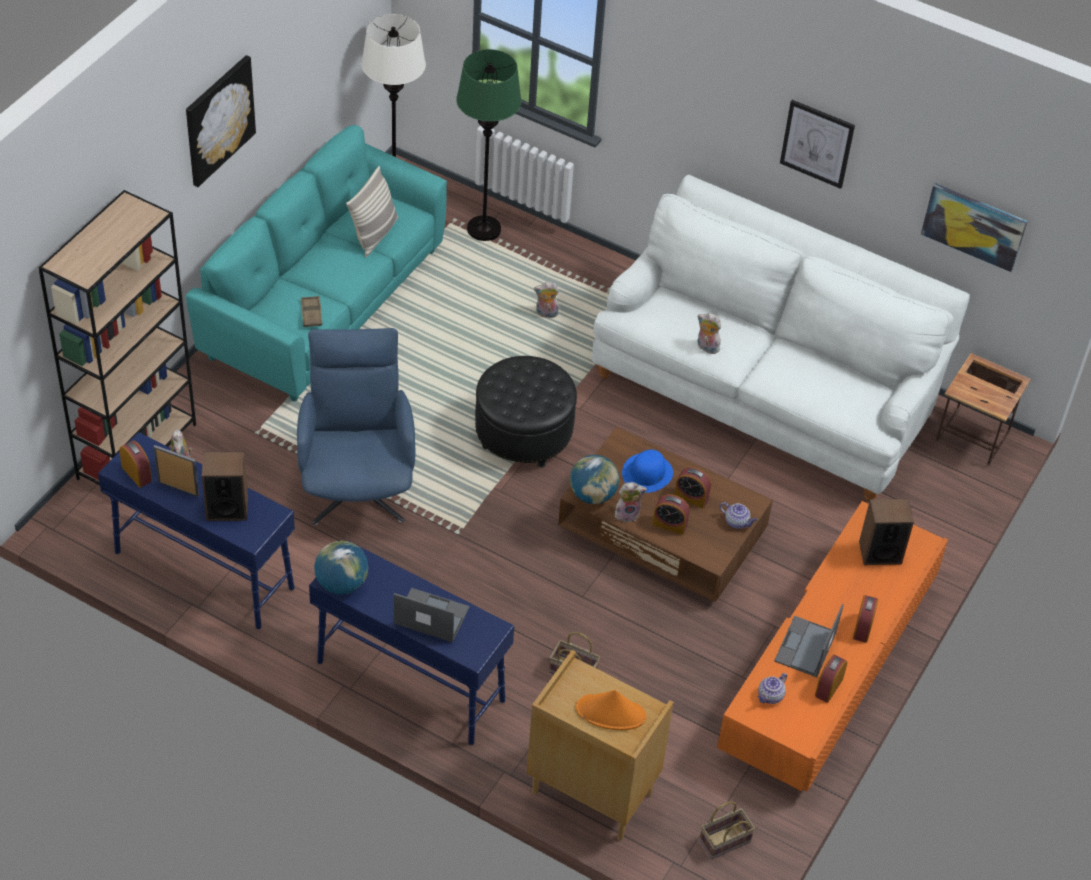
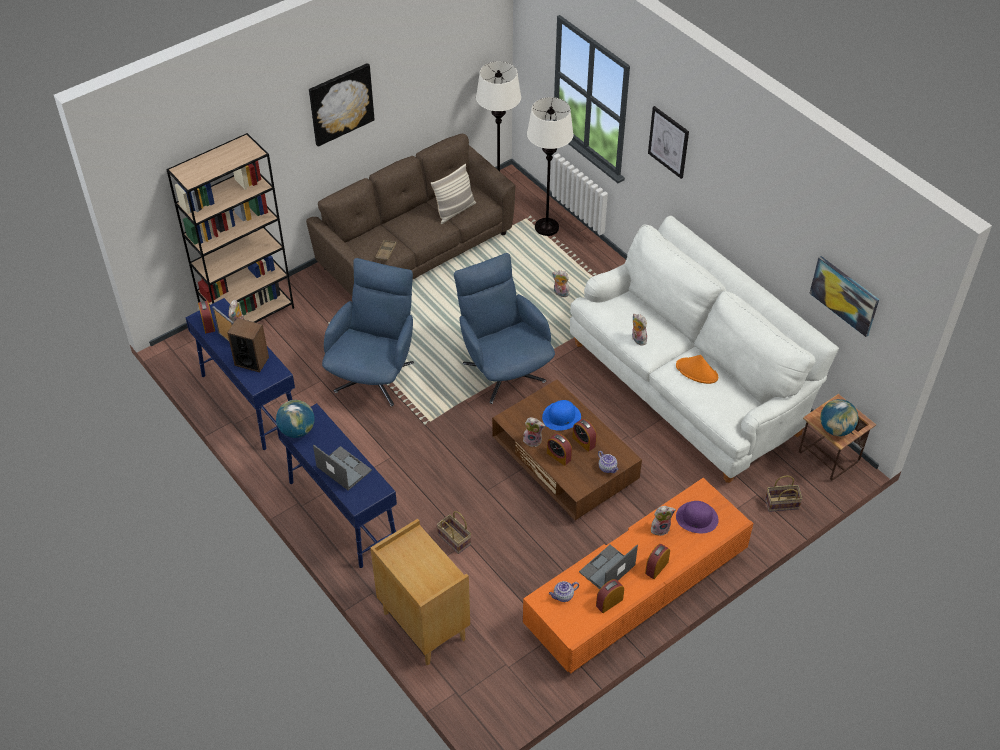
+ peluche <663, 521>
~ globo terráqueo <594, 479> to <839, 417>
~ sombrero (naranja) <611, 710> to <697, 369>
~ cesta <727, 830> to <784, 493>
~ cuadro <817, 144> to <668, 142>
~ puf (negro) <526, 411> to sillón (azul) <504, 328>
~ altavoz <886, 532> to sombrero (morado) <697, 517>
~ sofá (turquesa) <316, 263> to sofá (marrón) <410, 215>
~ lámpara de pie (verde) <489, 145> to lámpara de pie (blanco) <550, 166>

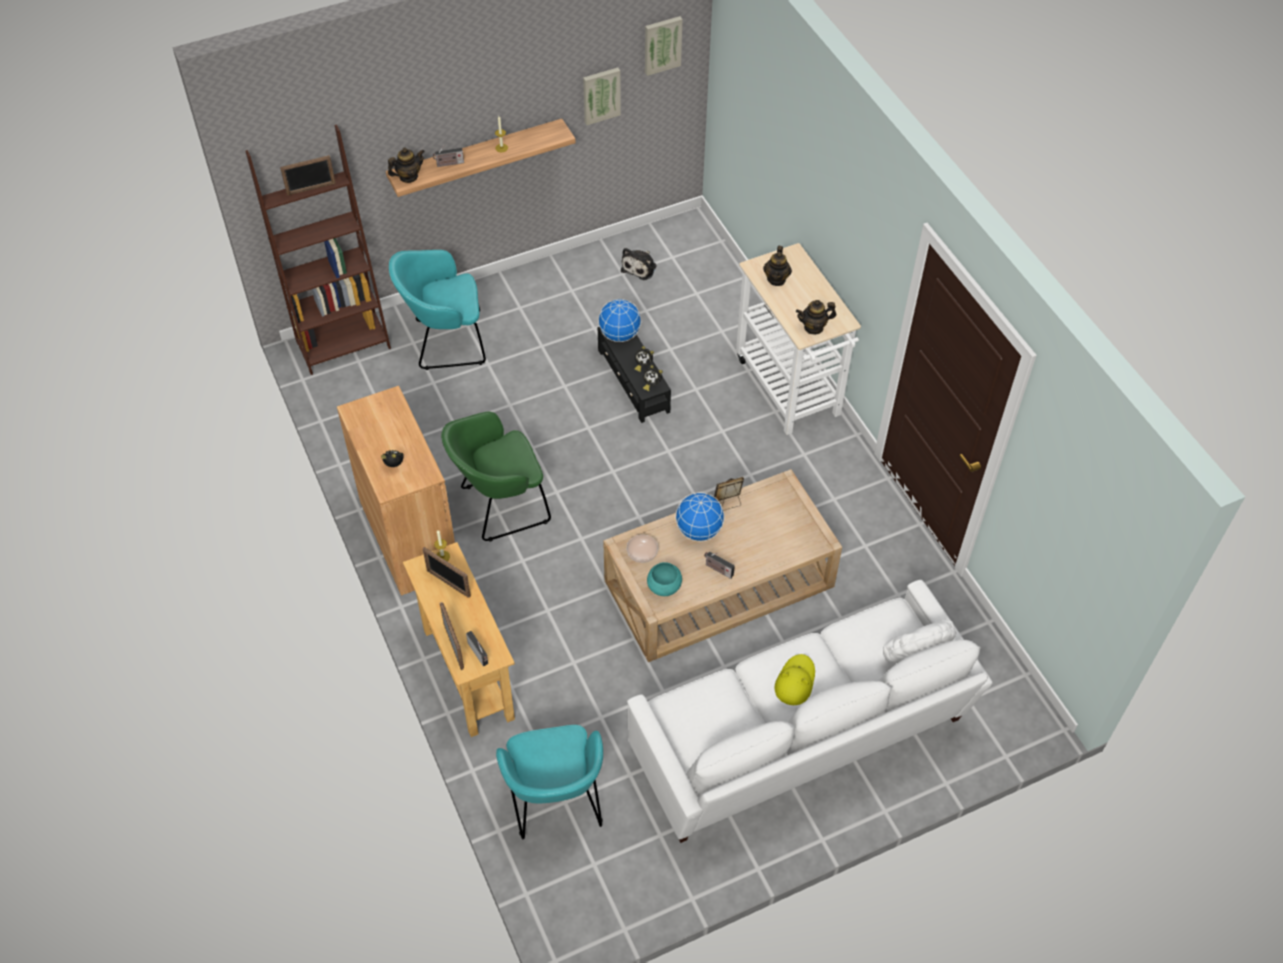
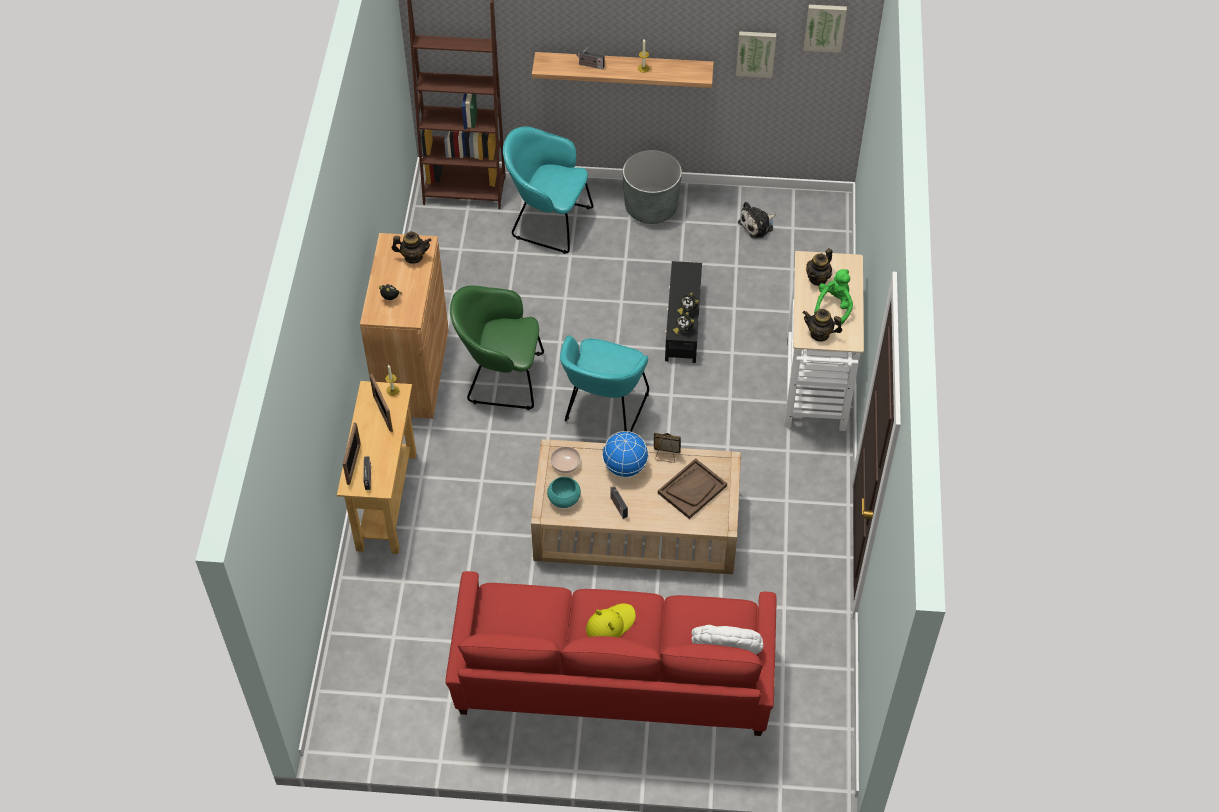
- portarretratos <308, 175>
- globo terráqueo <619, 320>
+ maceta (gris) <652, 187>
+ bandeja (marrón) <692, 488>
+ peluche (verde) <833, 297>
~ tetera <406, 165> to <412, 247>
~ sillón (turquesa) <549, 782> to <604, 384>
~ sofá (blanco) <810, 711> to sofá (rojo) <610, 653>

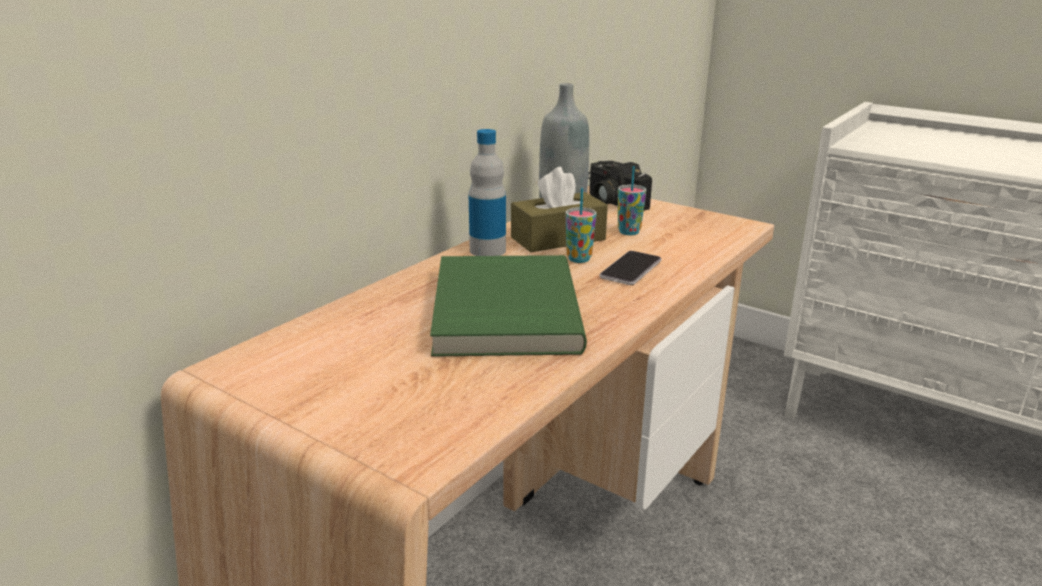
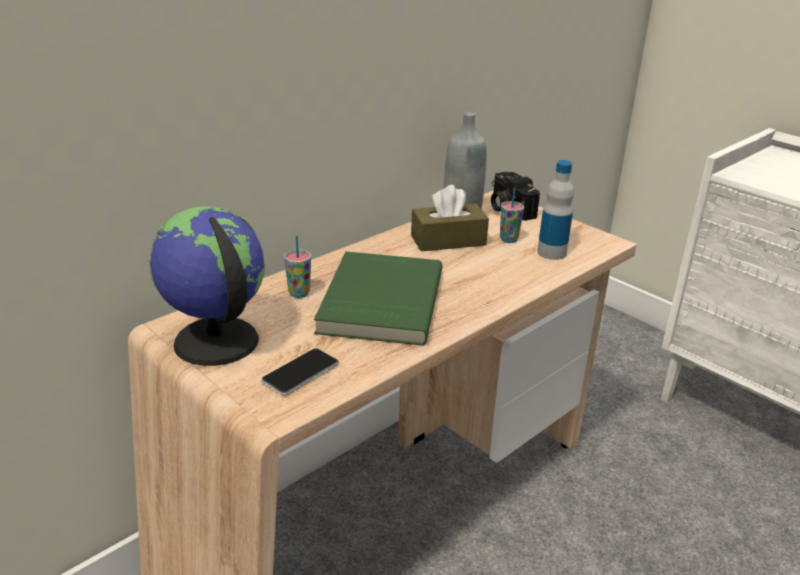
+ globo terráqueo <207, 286>
~ botella <487, 192> to <555, 210>
~ taza <581, 225> to <297, 267>
~ móvil <630, 268> to <300, 372>

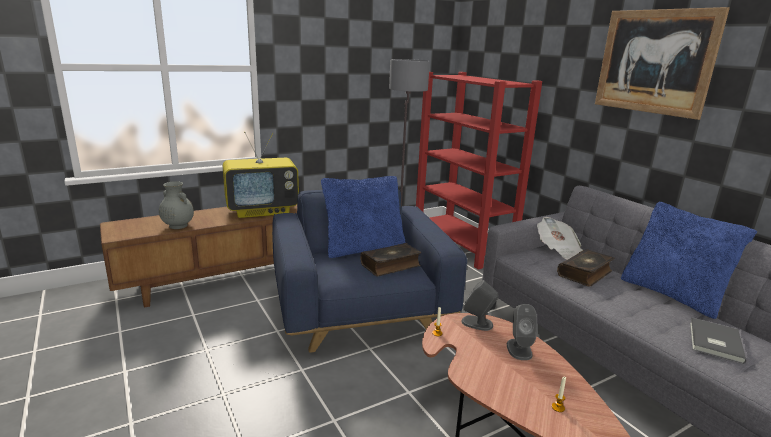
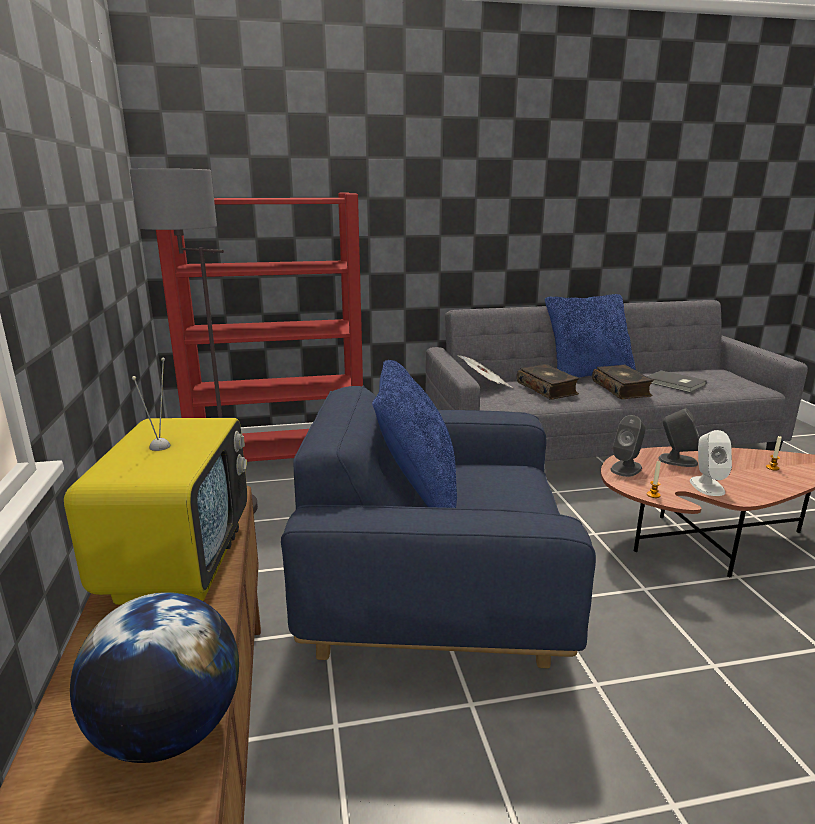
- cuadro <662, 63>
+ altavoz (blanco) <711, 463>
~ libro <390, 259> to <623, 382>
~ florero (gris) <176, 205> to globo terráqueo <154, 677>

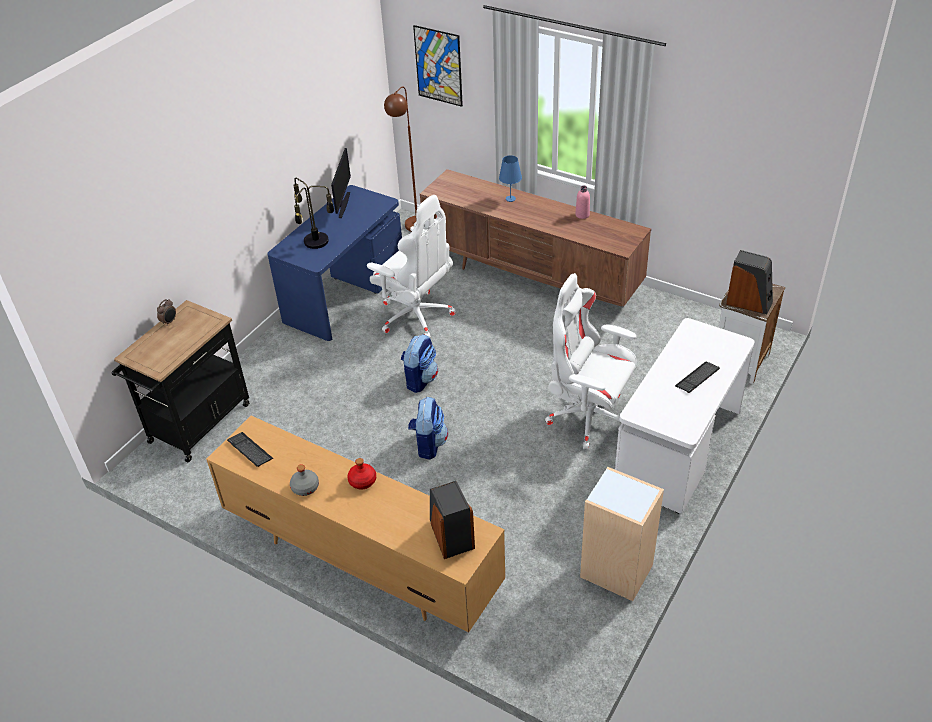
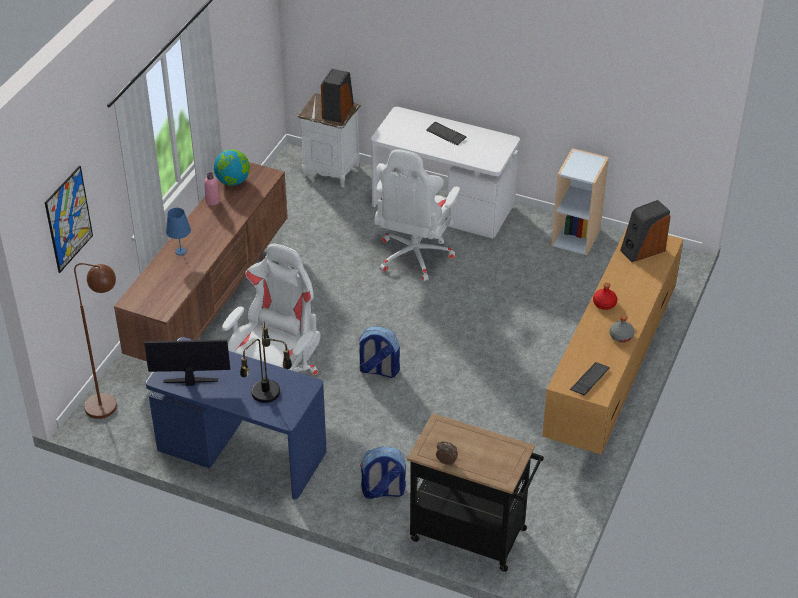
+ globo terráqueo <232, 167>
~ mochila <428, 428> to <383, 473>

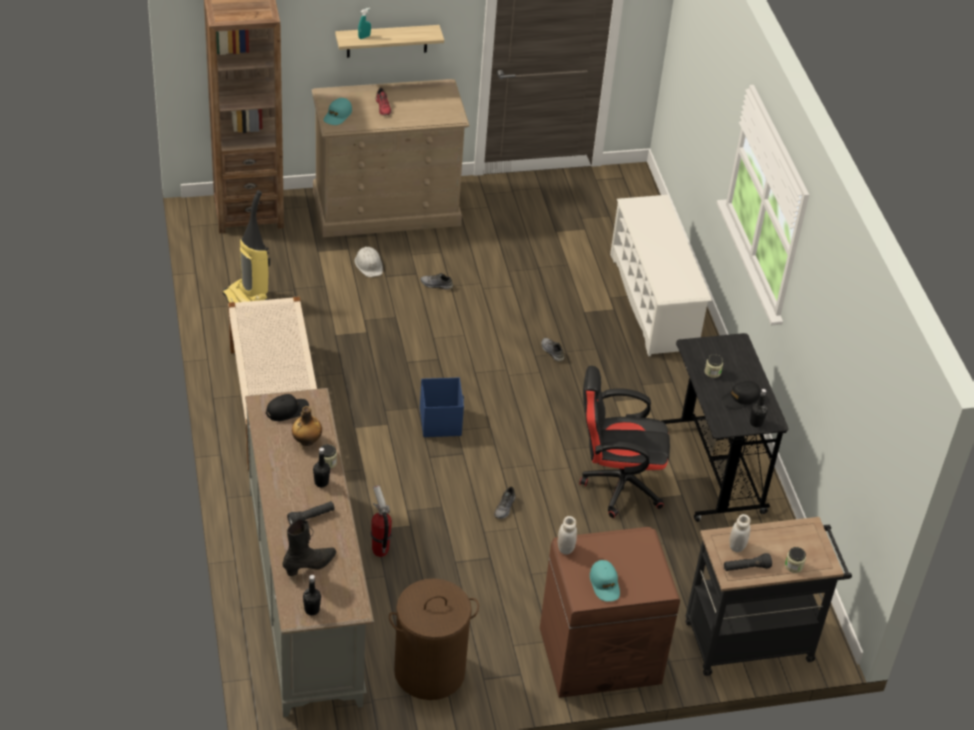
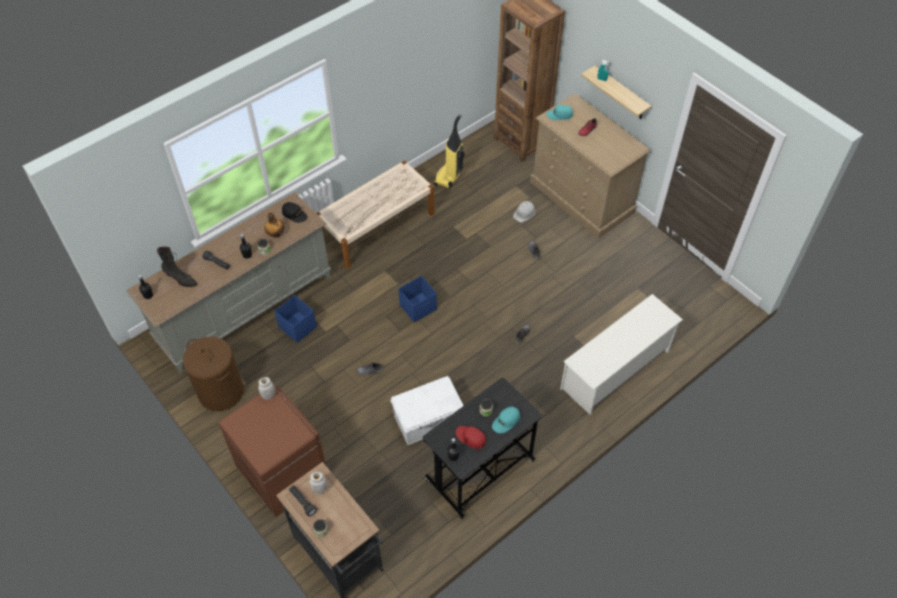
~ gorra (turquesa) <605, 581> to <506, 419>
~ extintor <381, 521> to caja de almacenaje (azul) <295, 319>
~ silla de oficina (negro) <624, 442> to caja de almacenaje (blanco) <427, 410>
~ gorra (negro) <740, 395> to gorra (rojo) <471, 437>

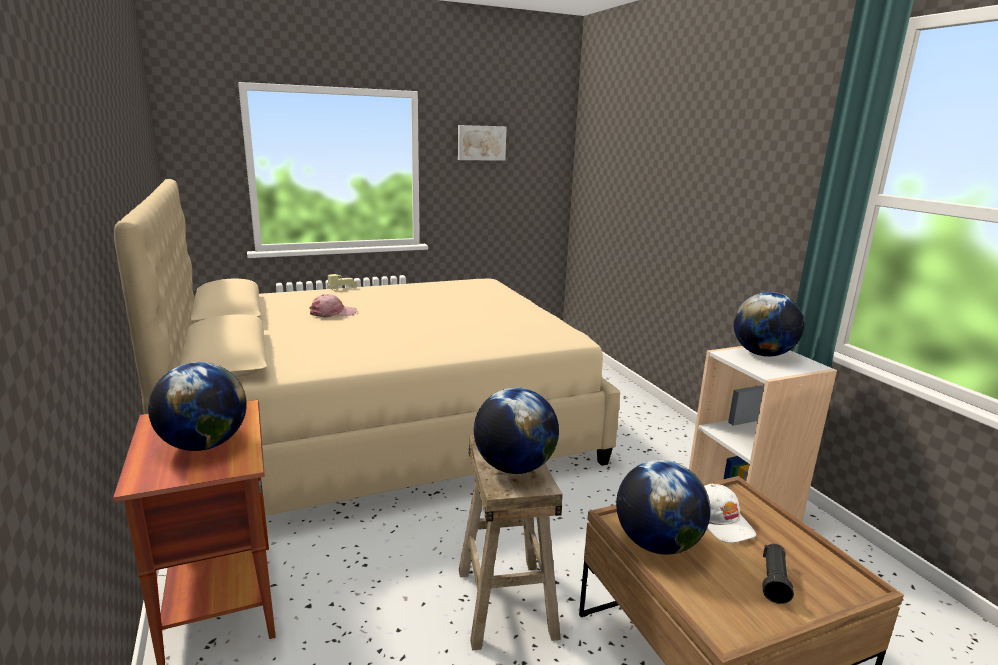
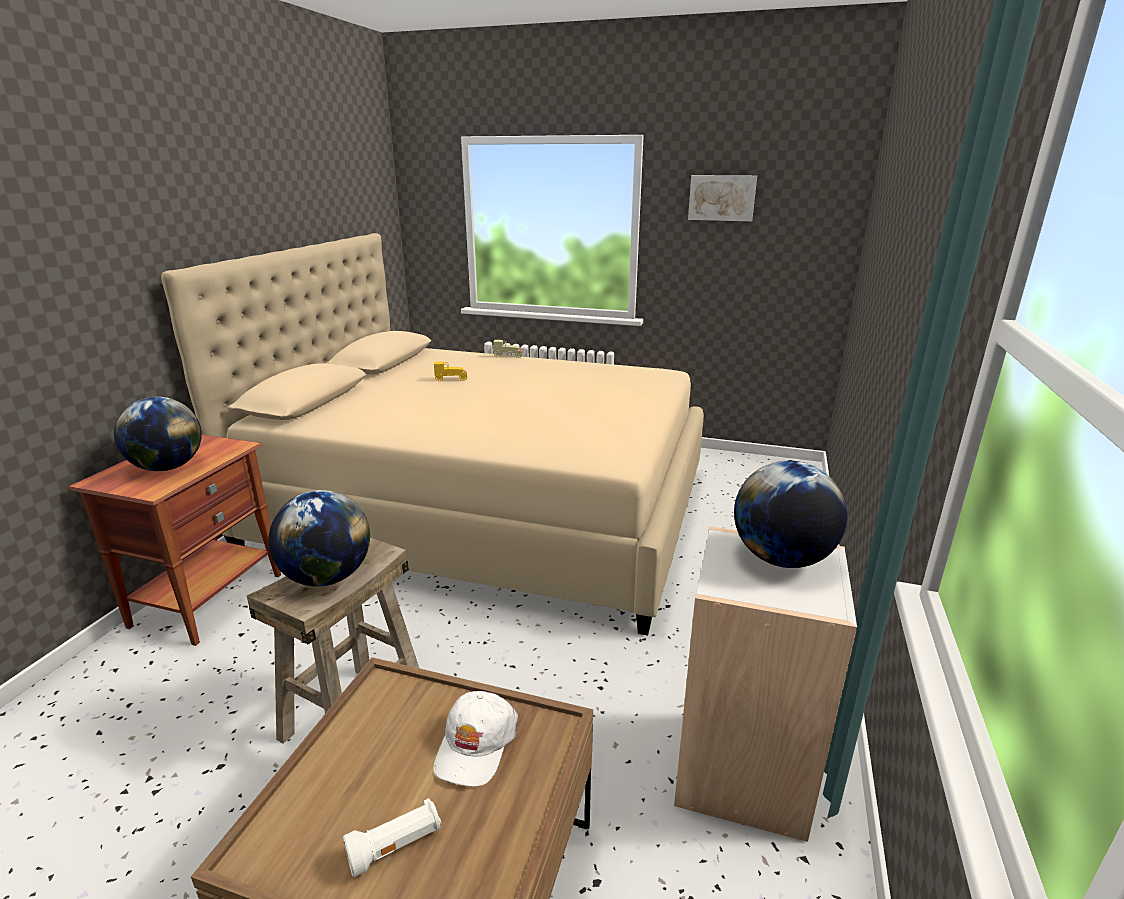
- globo terráqueo <663, 507>
~ gorra (rosa) <333, 306> to coche de juguete (amarillo) <450, 371>
~ linterna (negro) <778, 574> to linterna (blanco) <392, 837>

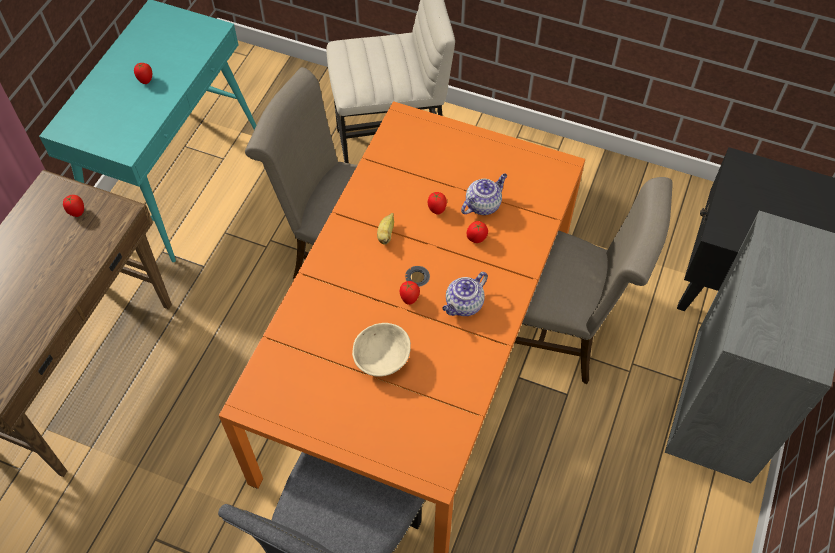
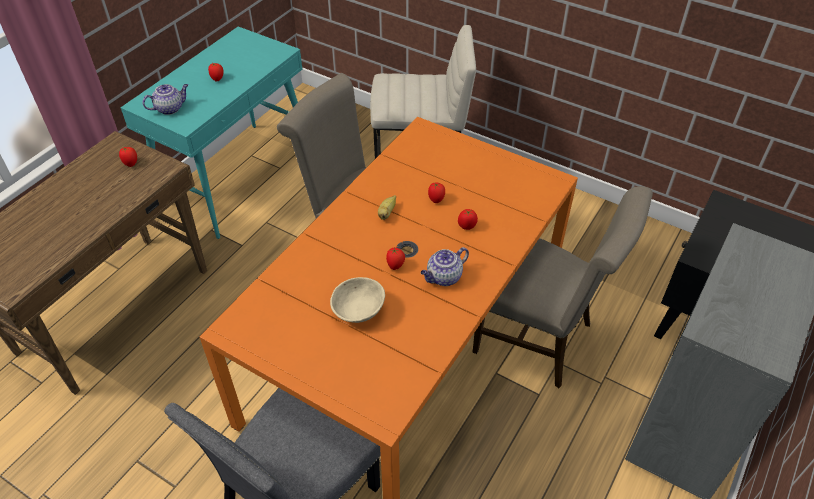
~ tetera <484, 194> to <165, 99>

